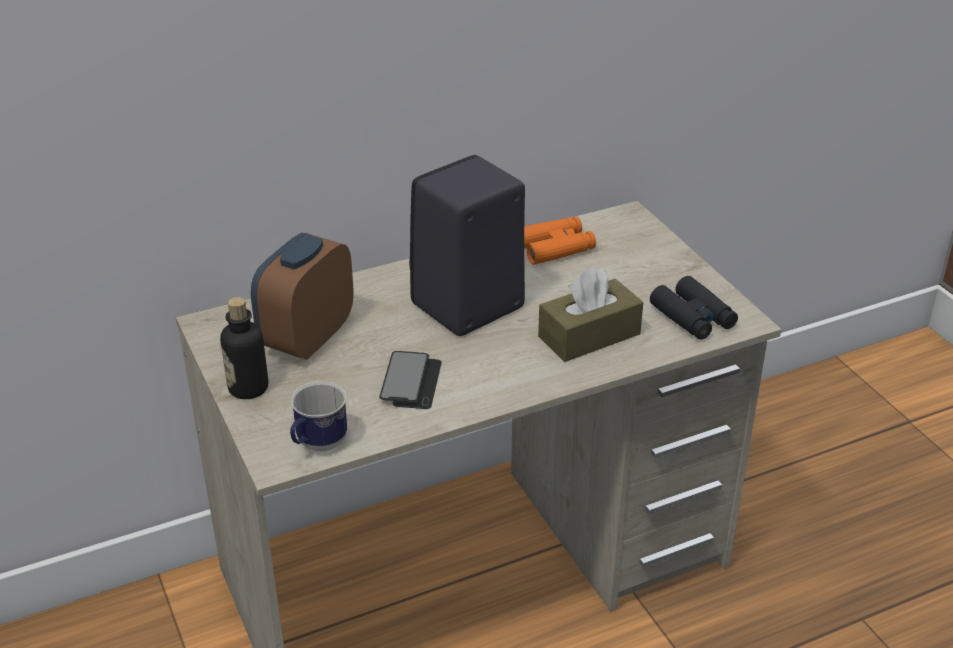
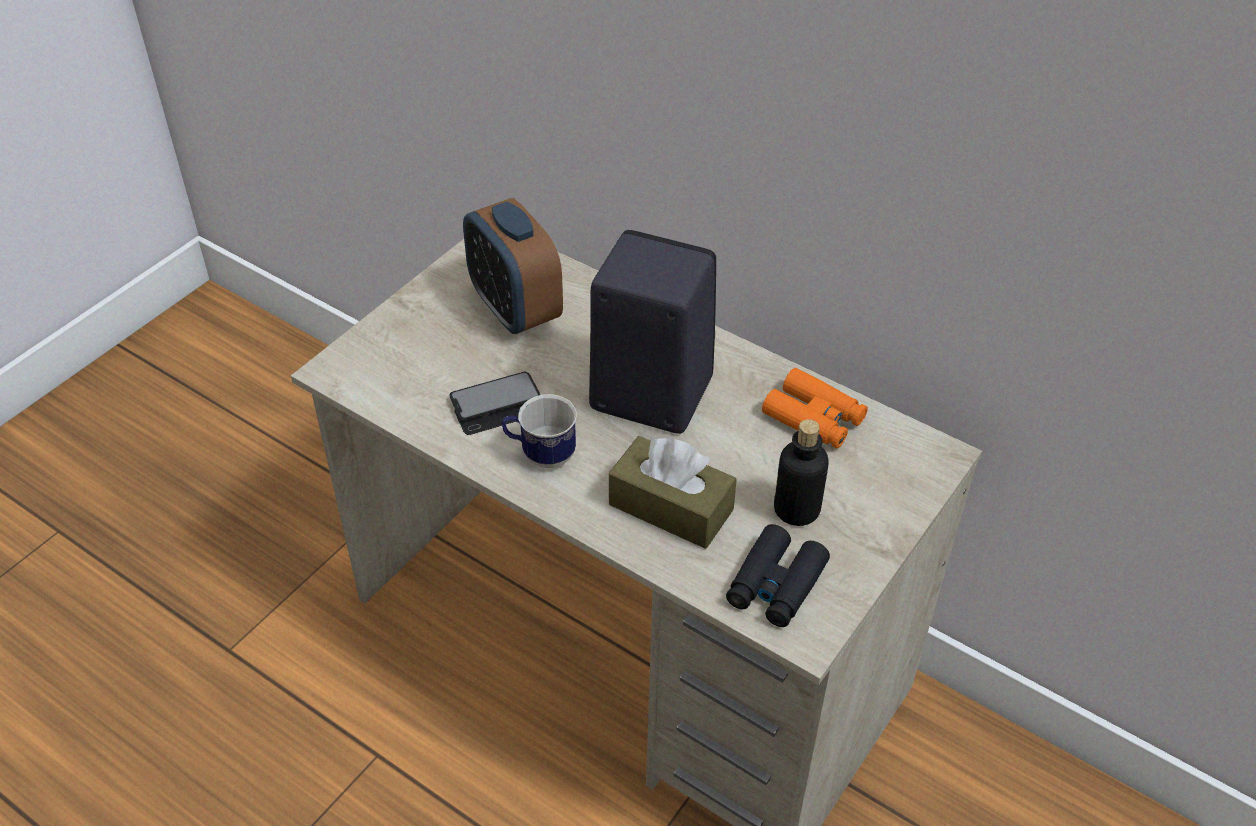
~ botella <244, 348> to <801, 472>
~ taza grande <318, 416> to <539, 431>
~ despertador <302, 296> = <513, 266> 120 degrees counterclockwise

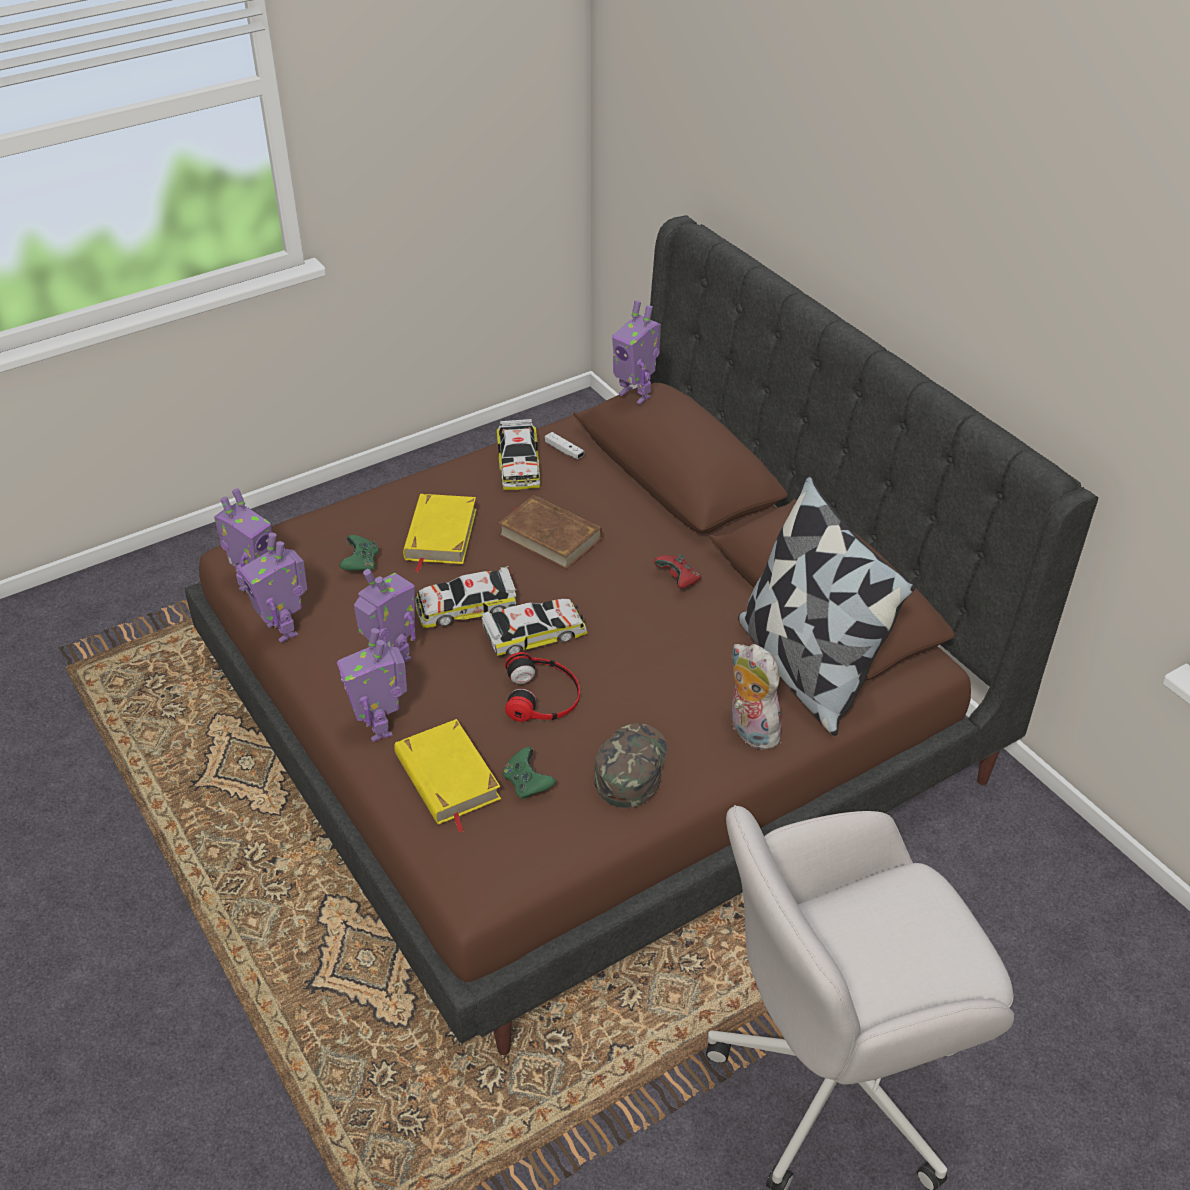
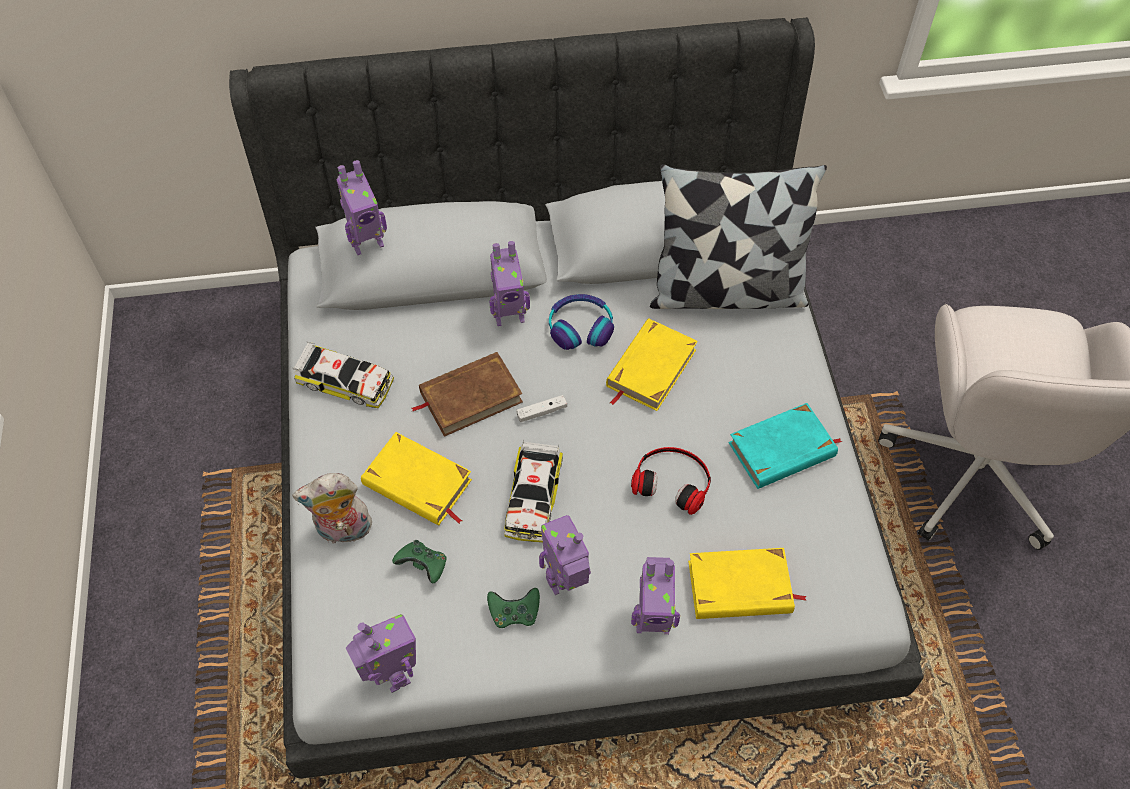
- coche de juguete <533, 627>
+ libro (amarillo) <652, 364>
~ robot de juguete <273, 588> to <509, 283>
~ mando de consola (verde) <529, 773> to <513, 608>
~ mando de consola (blanco) <564, 445> to <541, 408>
~ peluche <756, 697> to <332, 509>
~ gorra (verde) <630, 765> to libro (turquesa) <785, 446>
~ mando de consola (rojo) <677, 571> to auriculares <581, 322>
~ cama (marrón) <641, 635> to cama (gris) <576, 398>

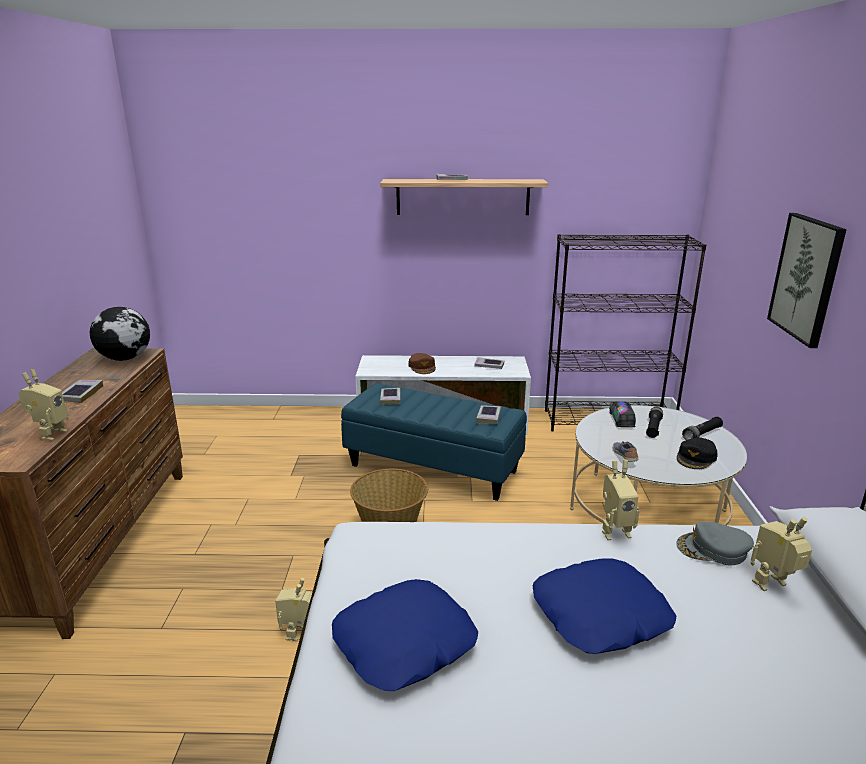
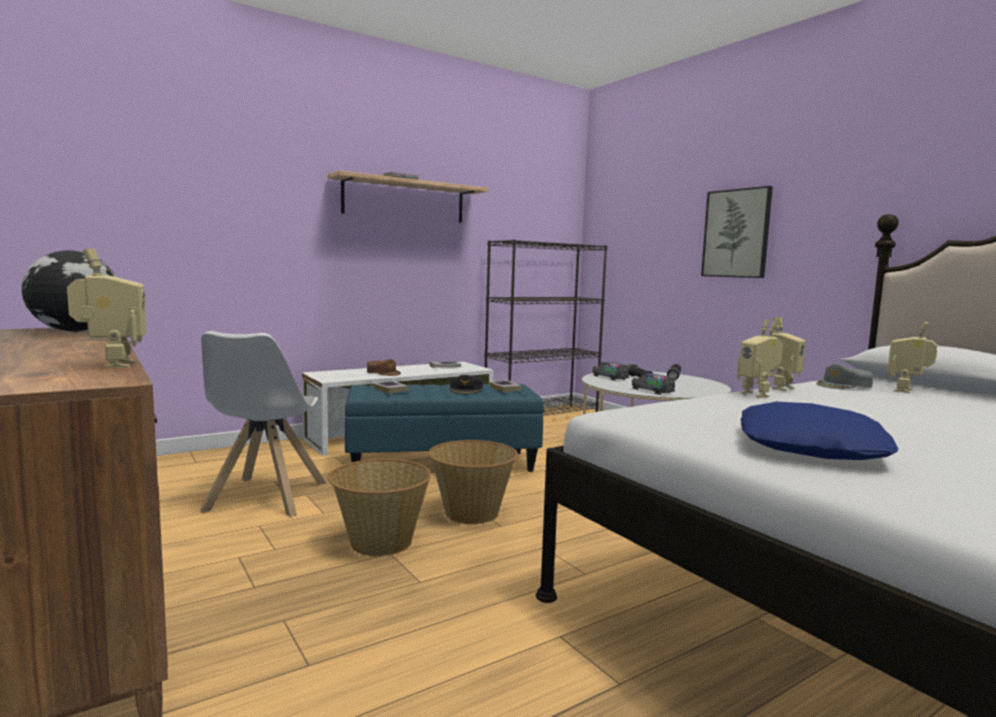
- libro <82, 391>
- cojín (azul) <604, 606>
+ silla <263, 424>
+ cesta <379, 507>
~ robot de juguete <293, 610> to <760, 358>
~ gorra (negro) <697, 453> to <466, 384>
~ zapato <625, 451> to camión de juguete <653, 384>

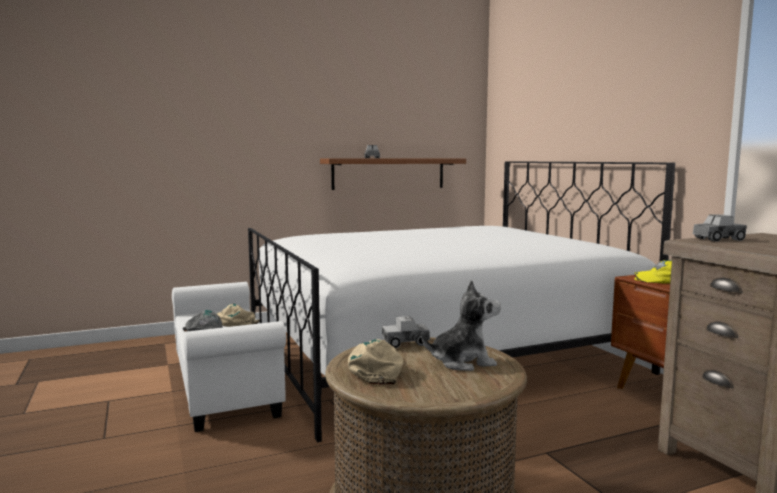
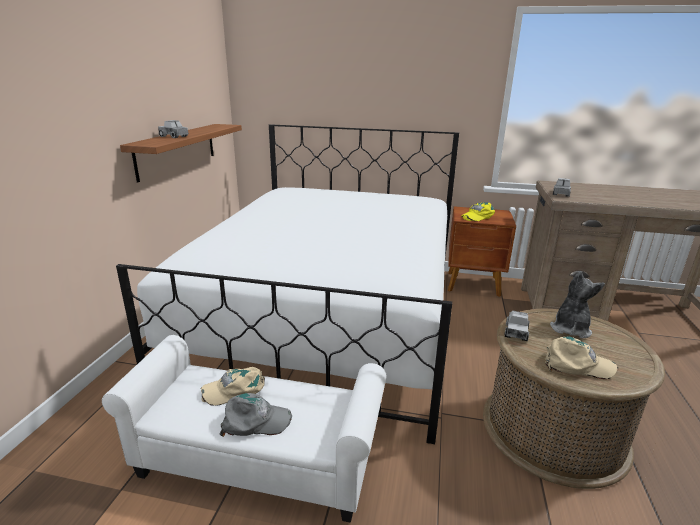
~ gorra (beis) <375, 362> = <581, 357> 150 degrees clockwise

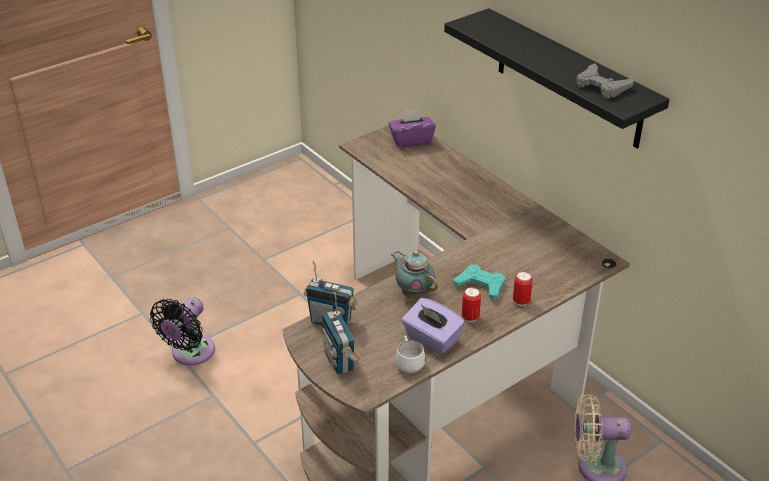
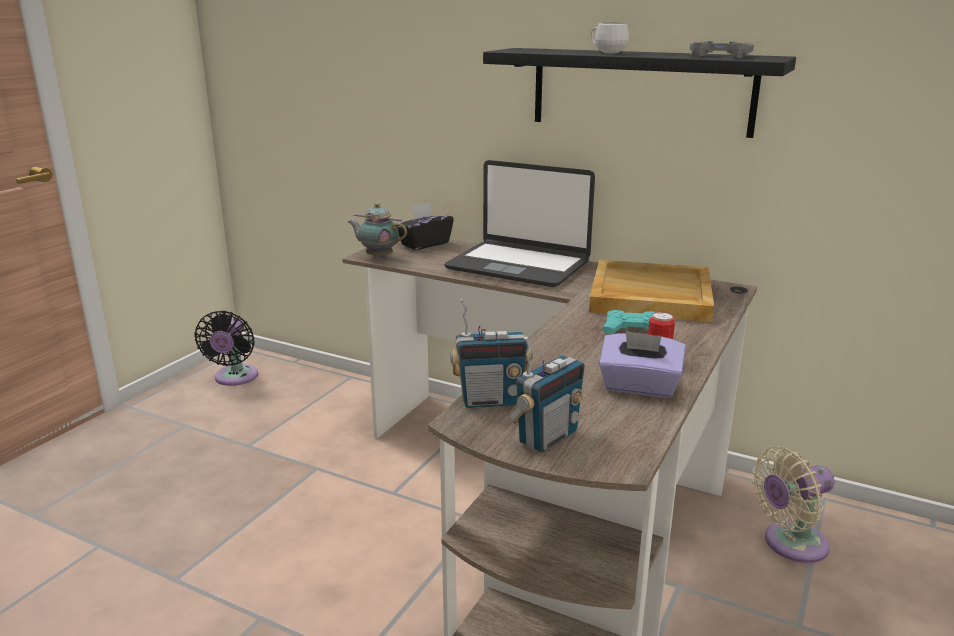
- lata <523, 289>
+ portátil <520, 223>
+ bandeja (beis) <651, 291>
~ ventilador (negro) <182, 331> to <226, 348>
~ tetera <414, 274> to <377, 230>
~ taza grande (blanco) <410, 354> to <610, 38>
~ caja de pañuelos (morado) <412, 128> to caja de pañuelos (negro) <425, 226>
~ radio <341, 333> = <546, 394> 90 degrees counterclockwise

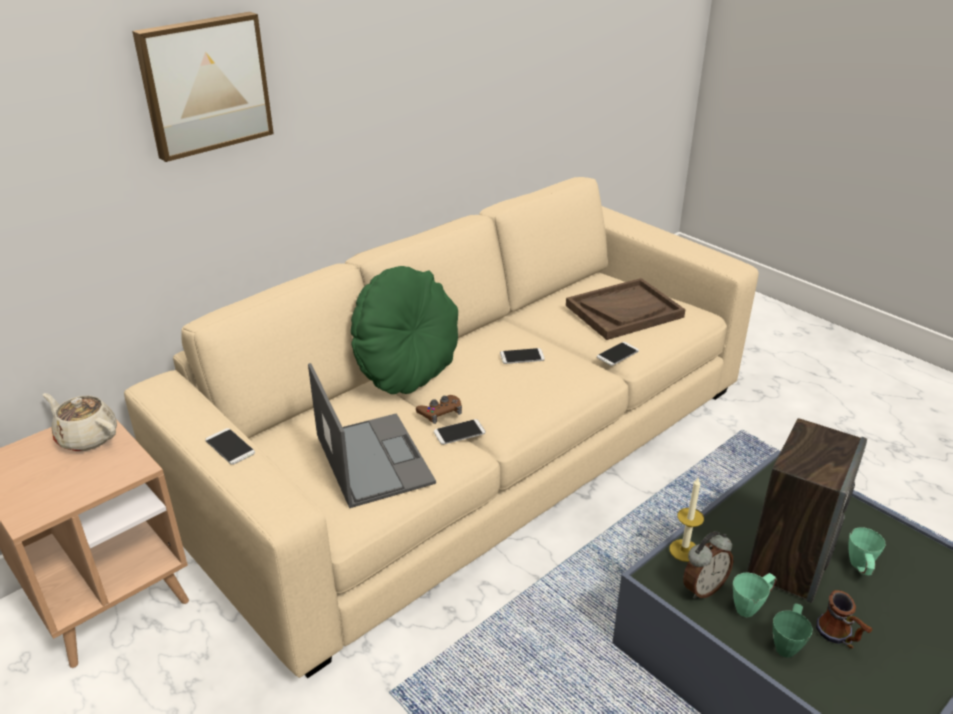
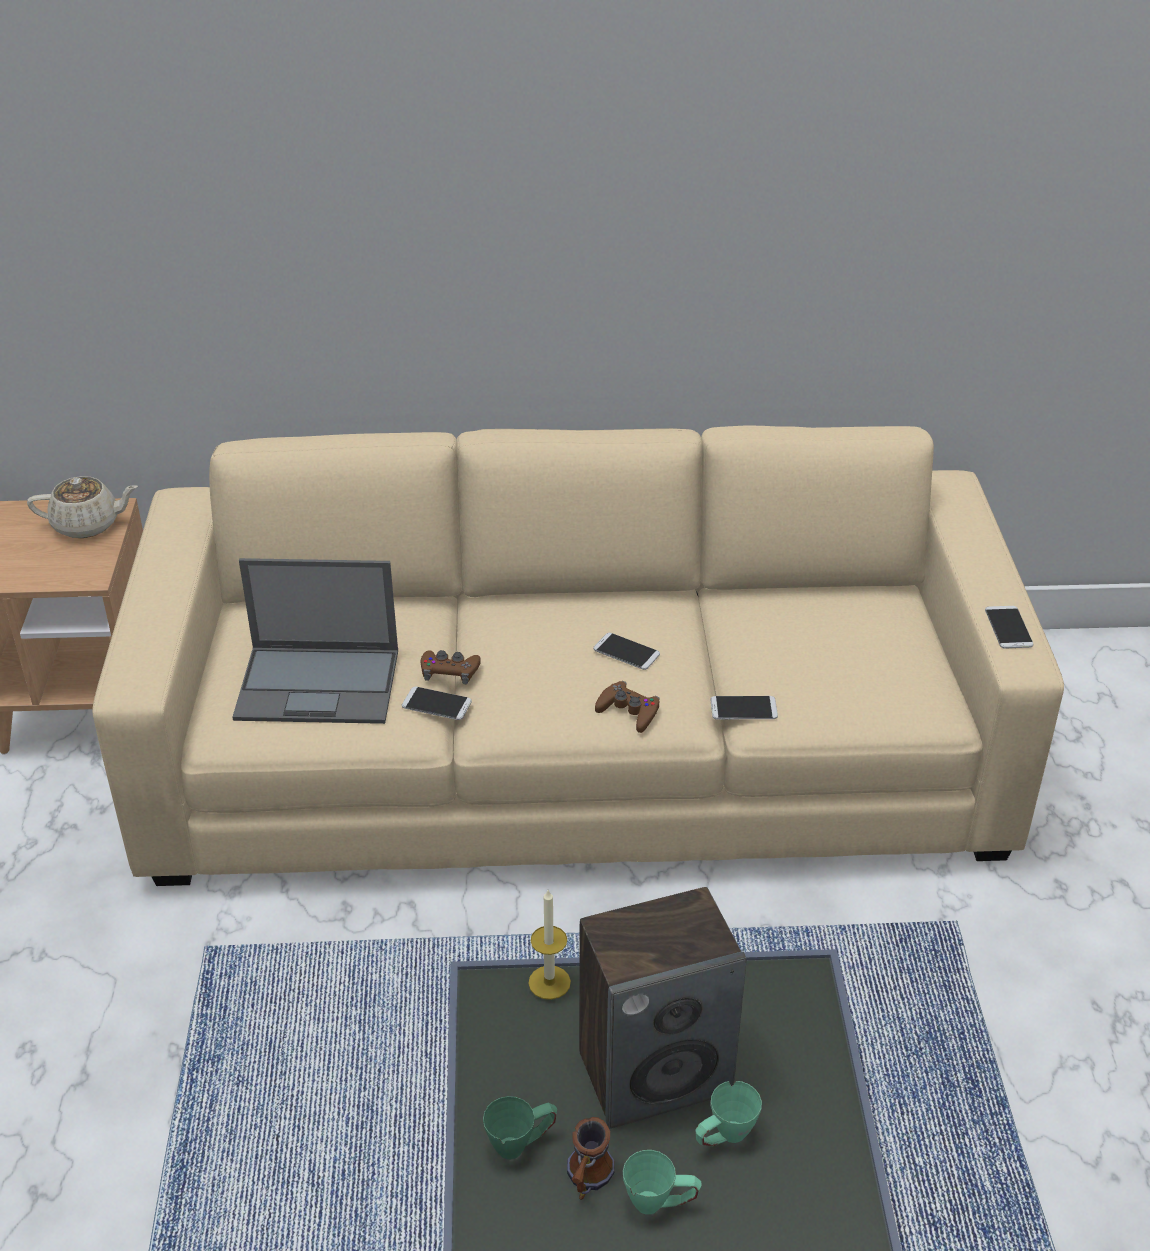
- cuadro <203, 87>
- cojín (verde) <404, 330>
- bandeja (marrón) <626, 309>
- despertador <708, 565>
+ mando de consola (marrón) <627, 707>
~ móvil <230, 446> to <1009, 627>
~ taza grande (verde) <754, 594> to <662, 1182>
~ tetera (beis) <80, 422> = <82, 507> 105 degrees clockwise
~ portátil <372, 435> = <315, 641> 75 degrees clockwise

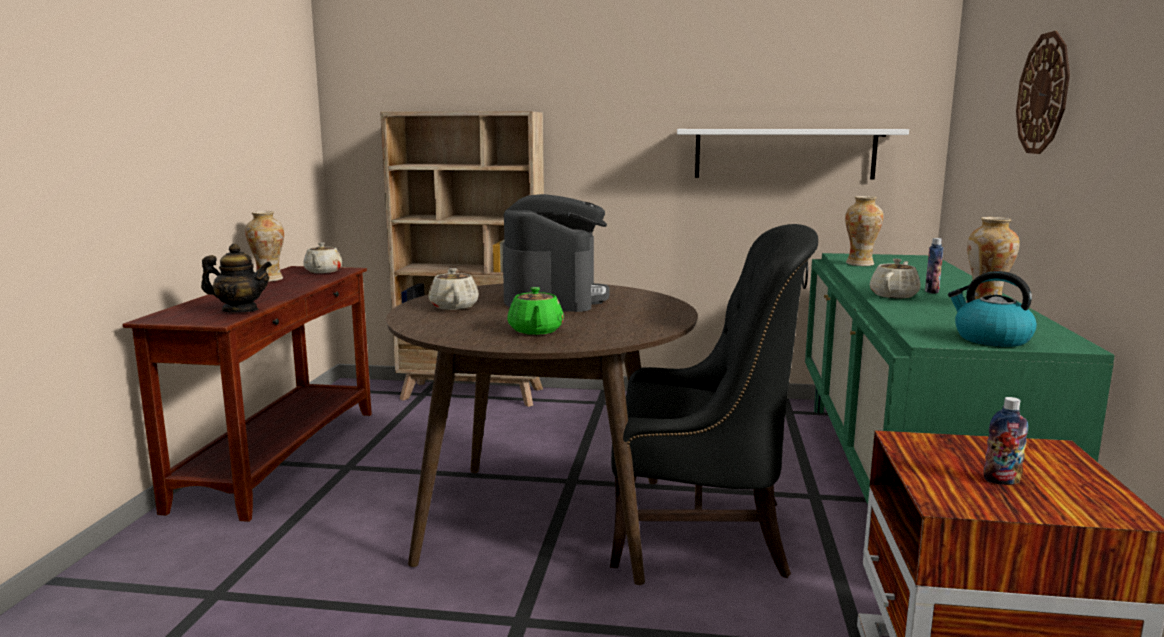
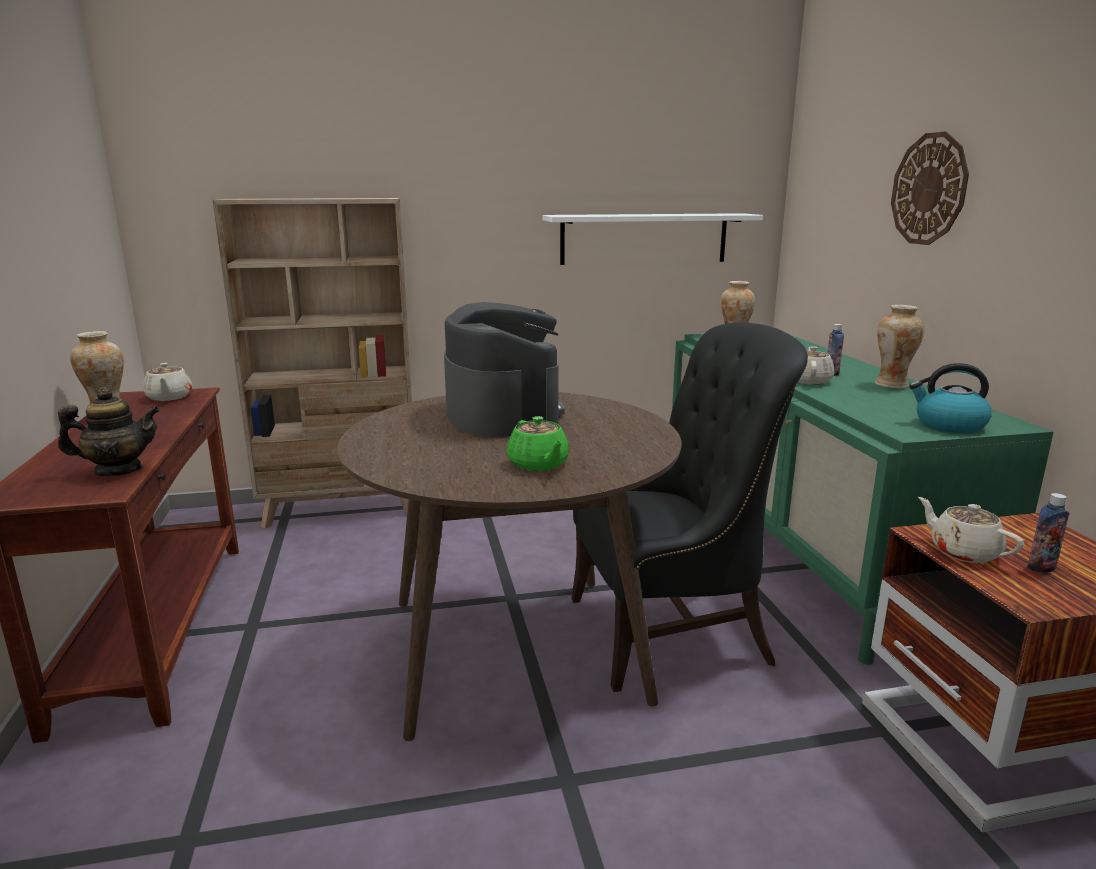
~ tetera (beis) <453, 289> to <971, 530>

